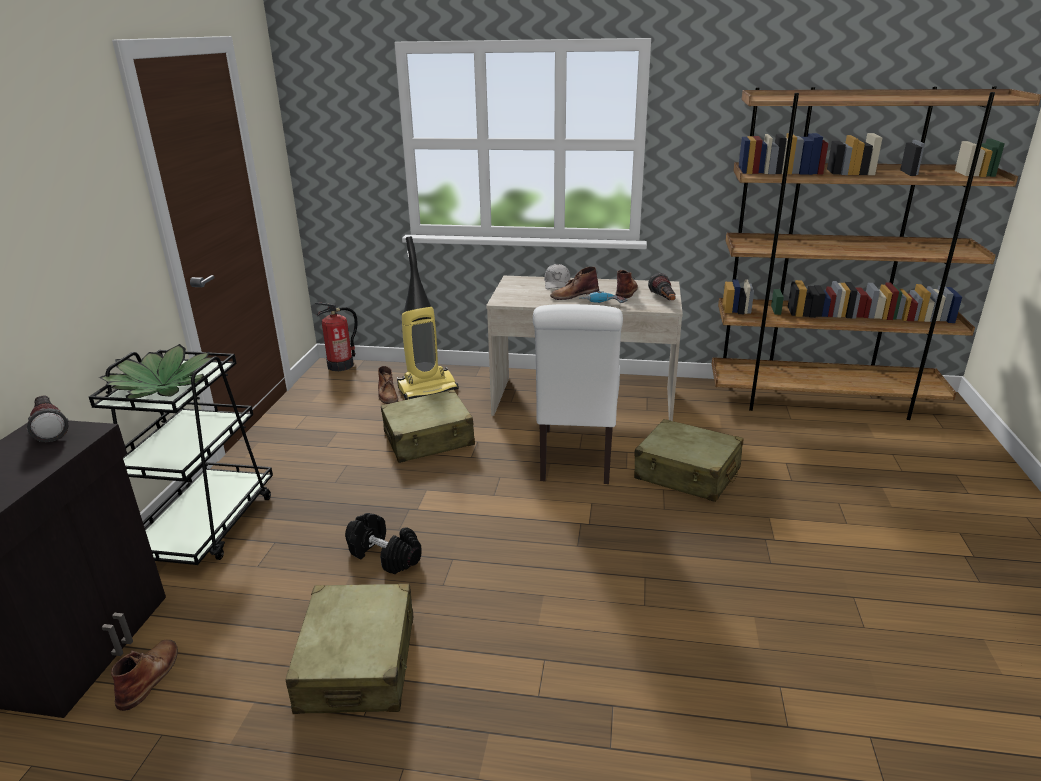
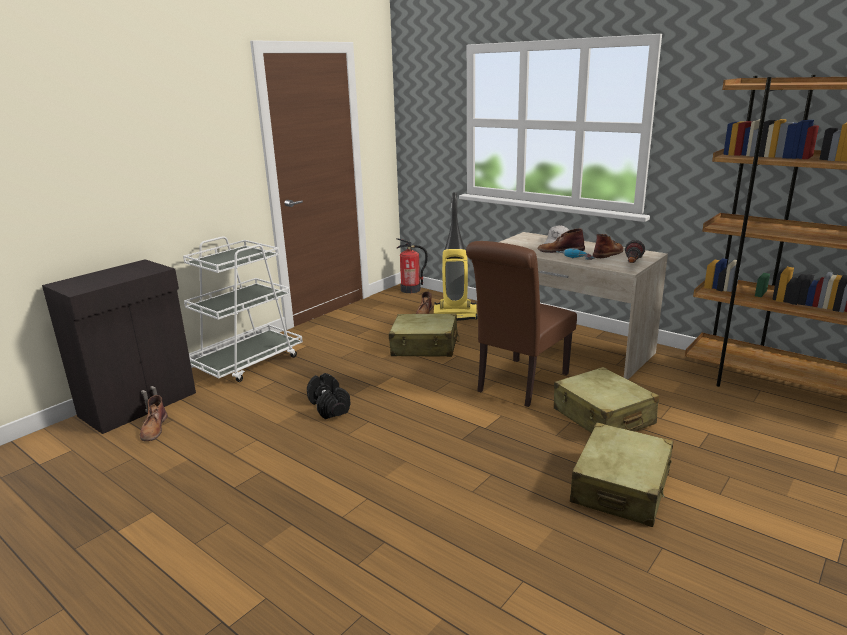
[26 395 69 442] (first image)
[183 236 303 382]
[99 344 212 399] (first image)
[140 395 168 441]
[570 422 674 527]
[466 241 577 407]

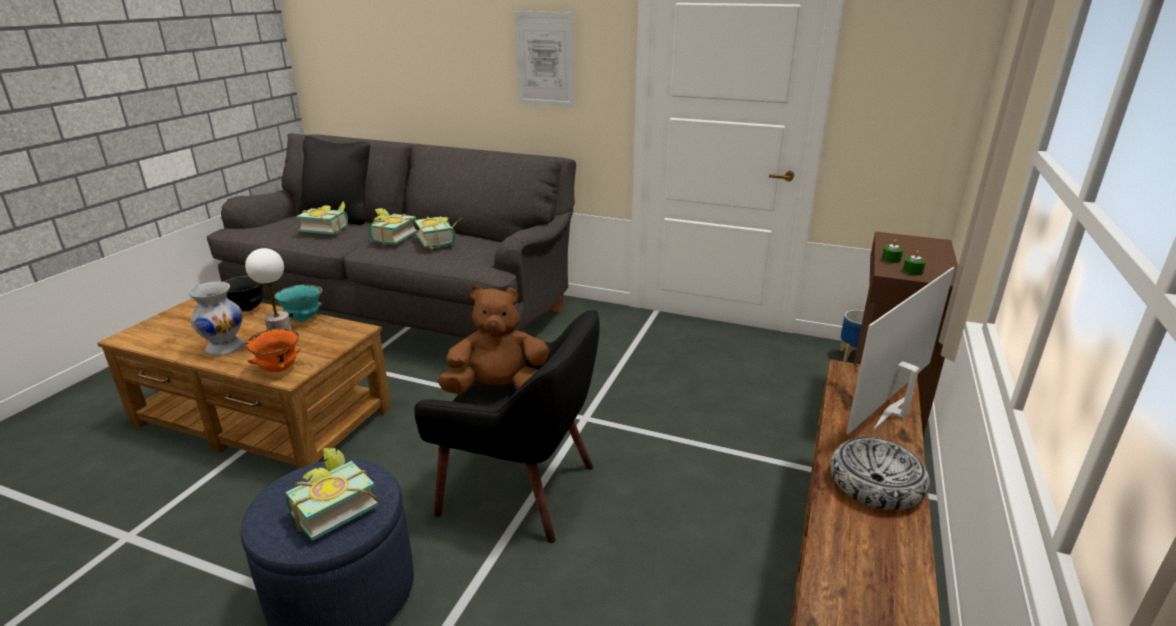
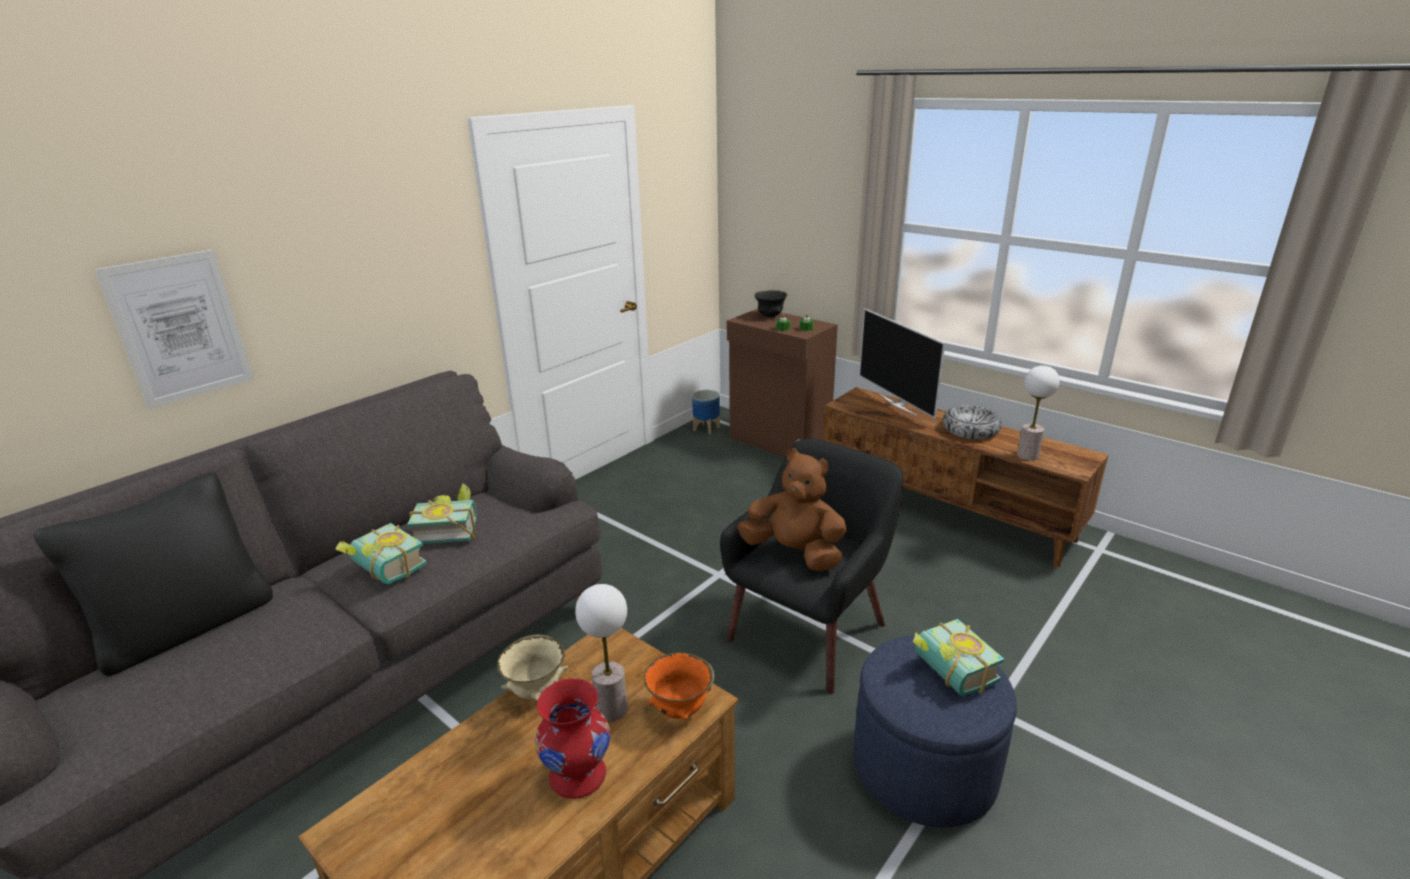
[535 678 610 799]
[754 290 787 318]
[497 635 568 701]
[296 201 348 235] (first image)
[737 449 847 572]
[95 250 254 409]
[1017 365 1060 461]

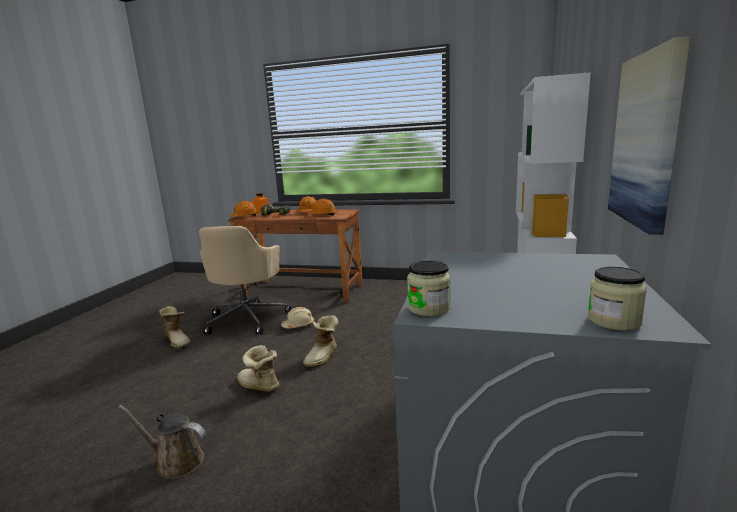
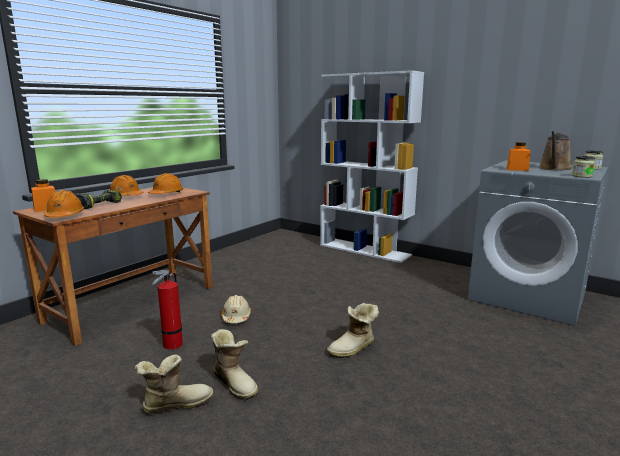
[538 131 572 171]
[152 270 183 349]
[210 329 258 401]
[608 36 691 235] (first image)
[507 142 531 171]

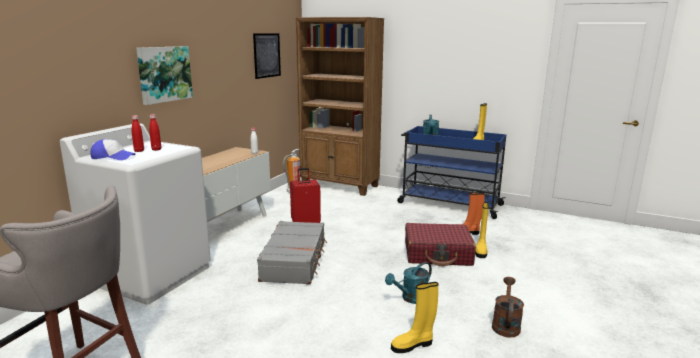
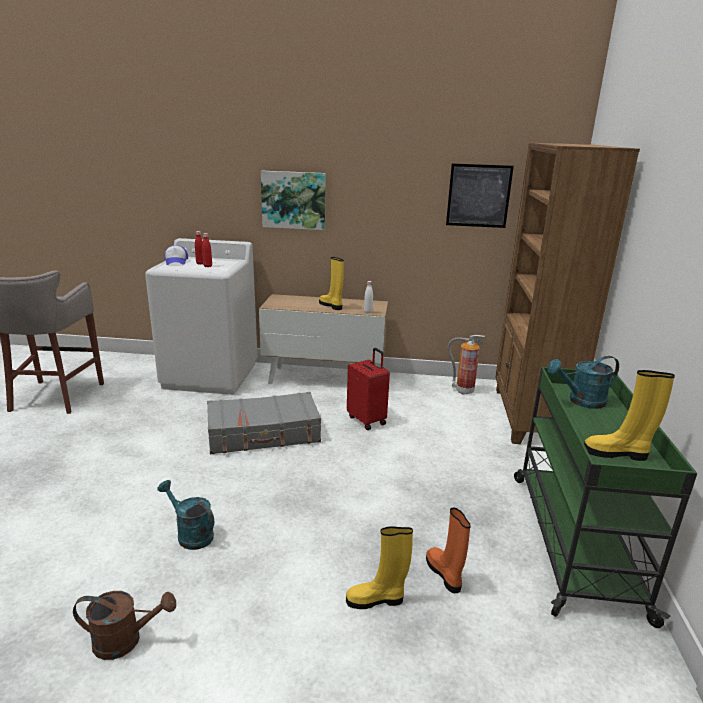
[319 257 344 310]
[514 367 697 628]
[405 223 476 266] (first image)

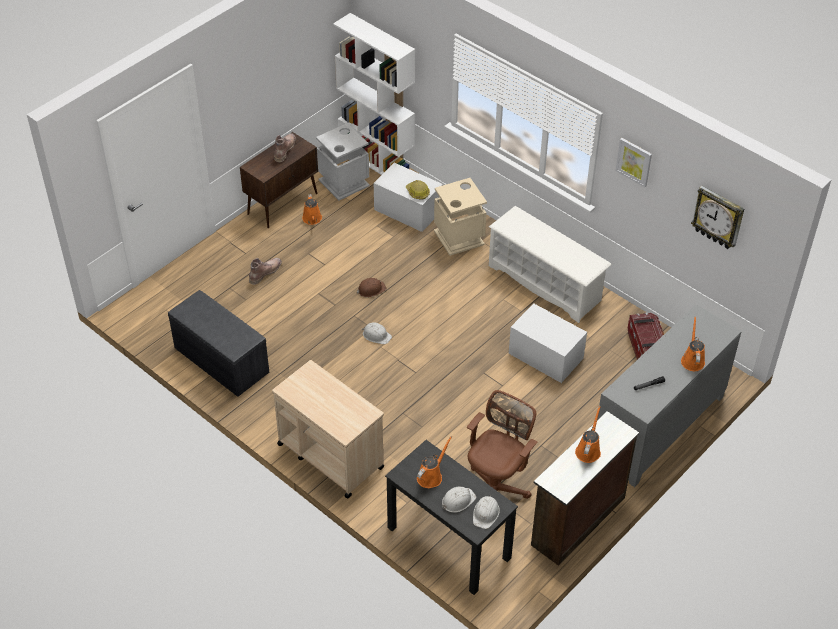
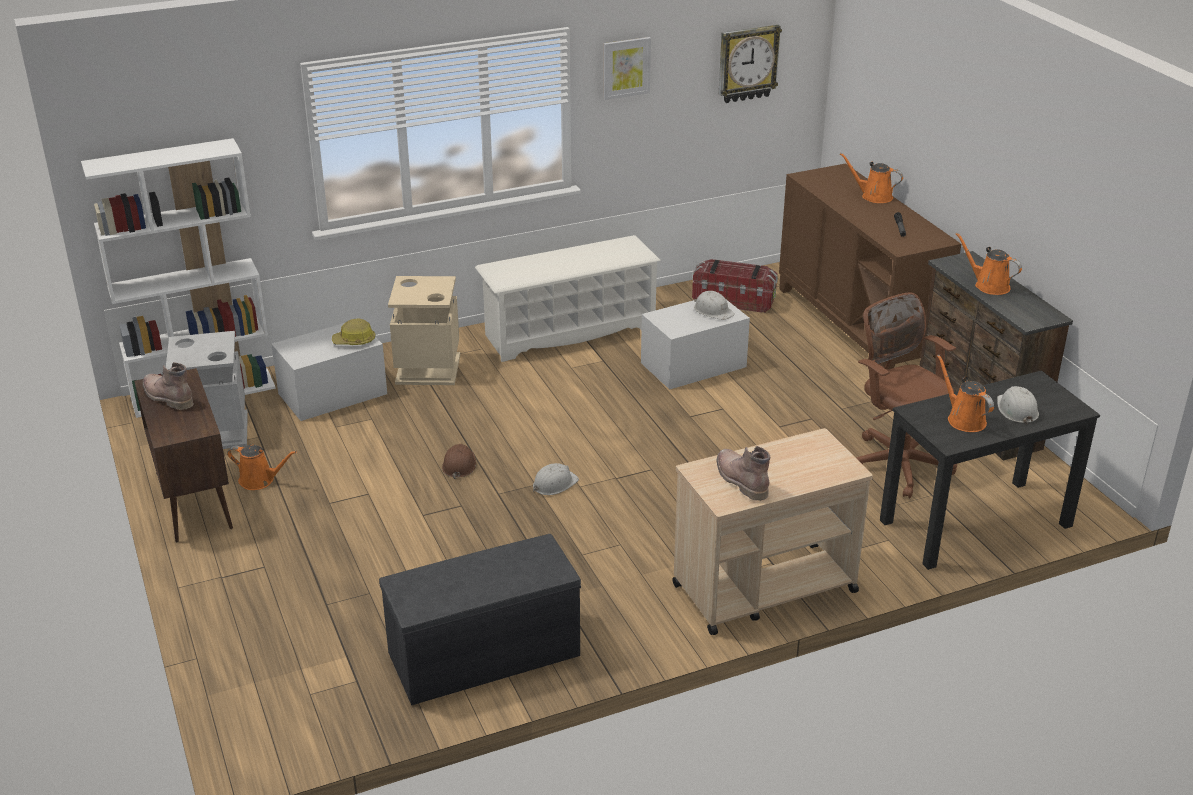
[717 446 770 501]
[694 291 735 320]
[779 164 961 369]

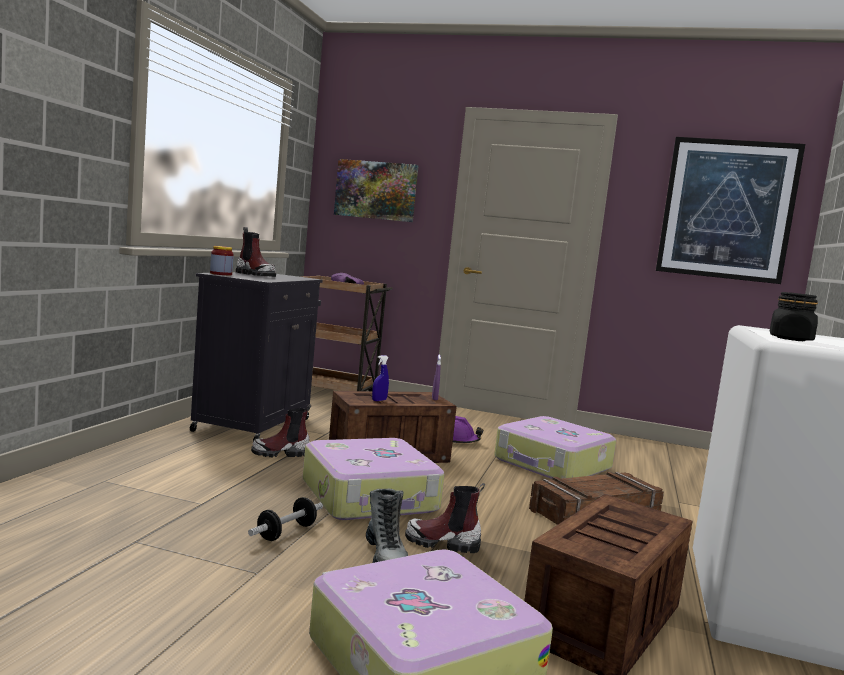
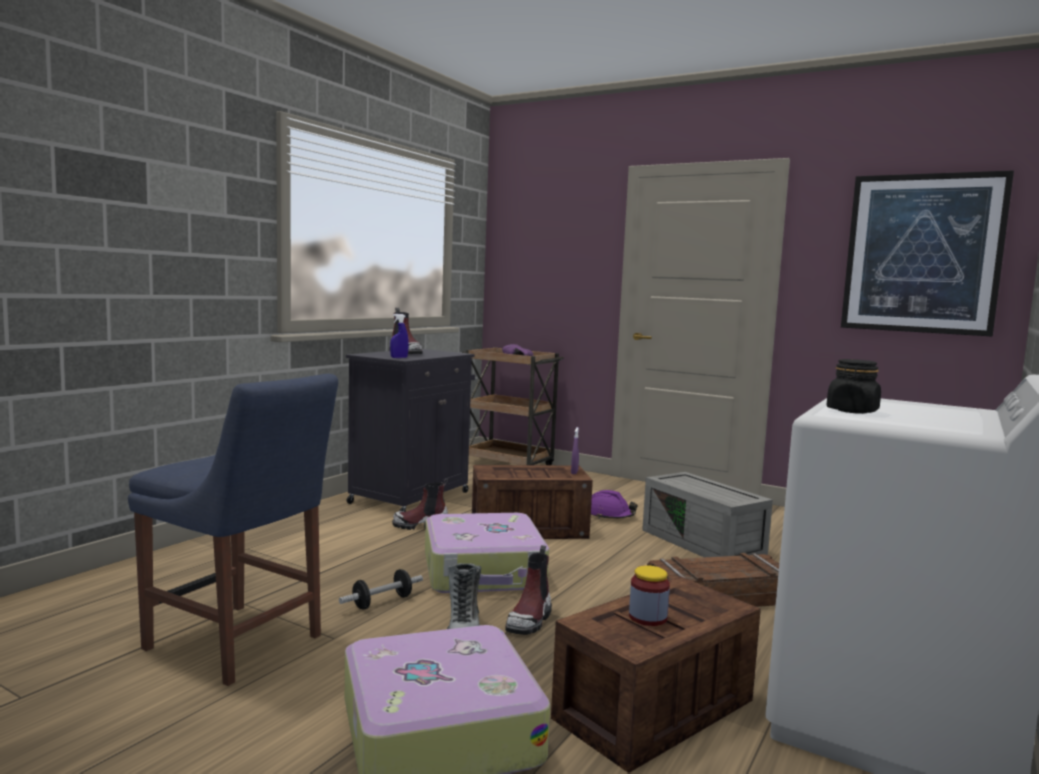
[629 565 670 626]
[334 159 419 222] (first image)
[390 314 409 358]
[505 545 552 635]
[642 472 773 557]
[128 374 338 686]

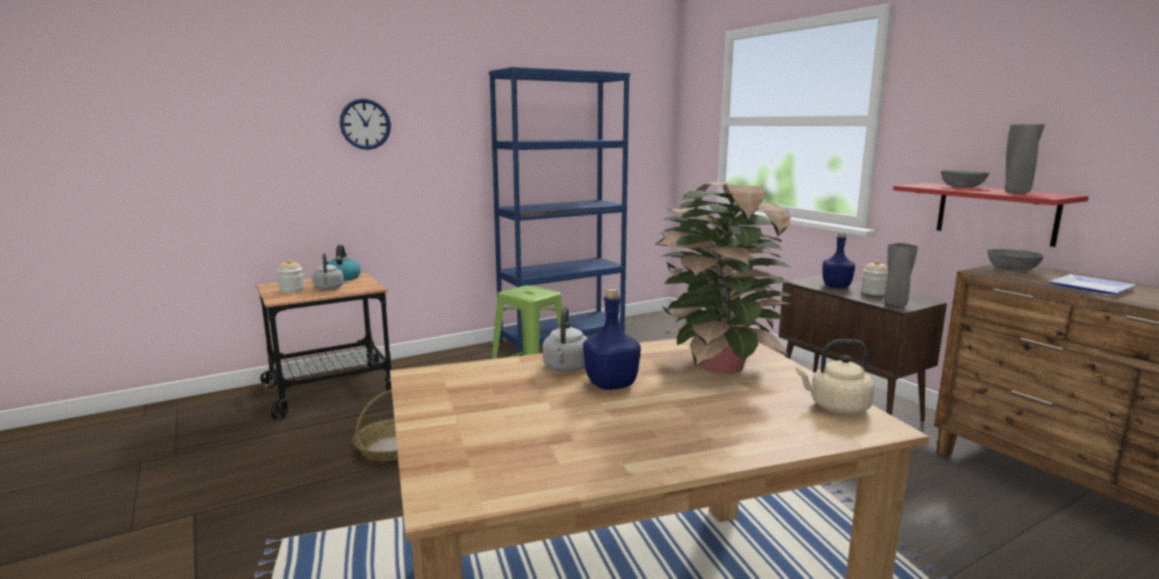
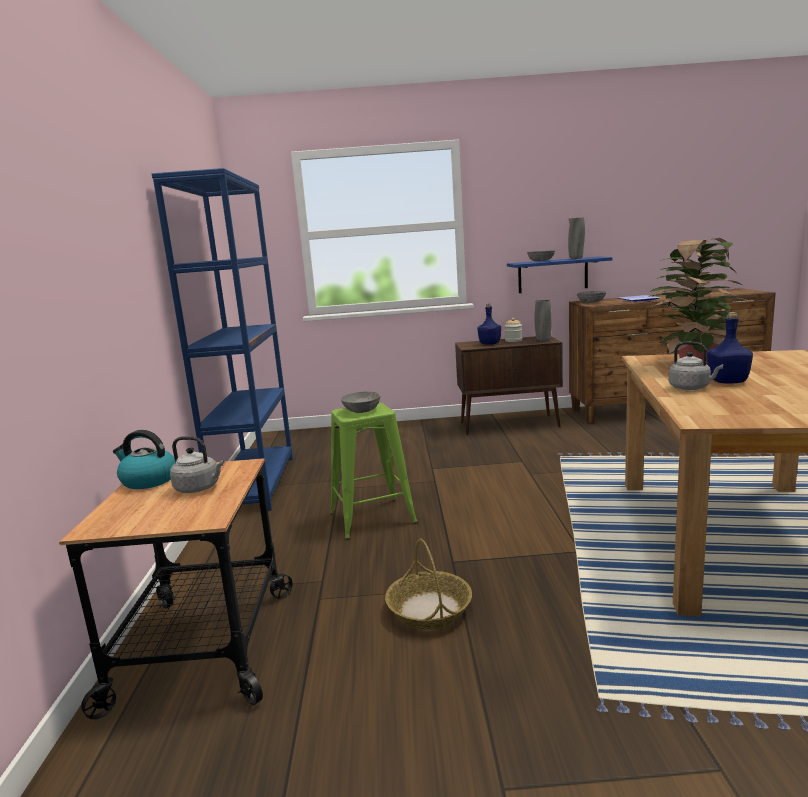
[277 259 305 293] (first image)
[340 99 391 150] (first image)
[796 339 875 414] (first image)
[507 256 612 293]
[341 391 380 413]

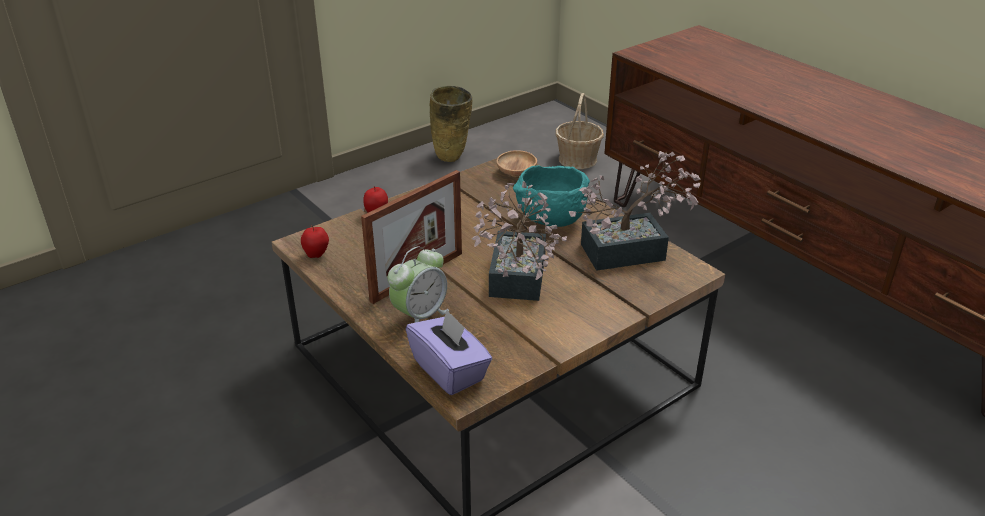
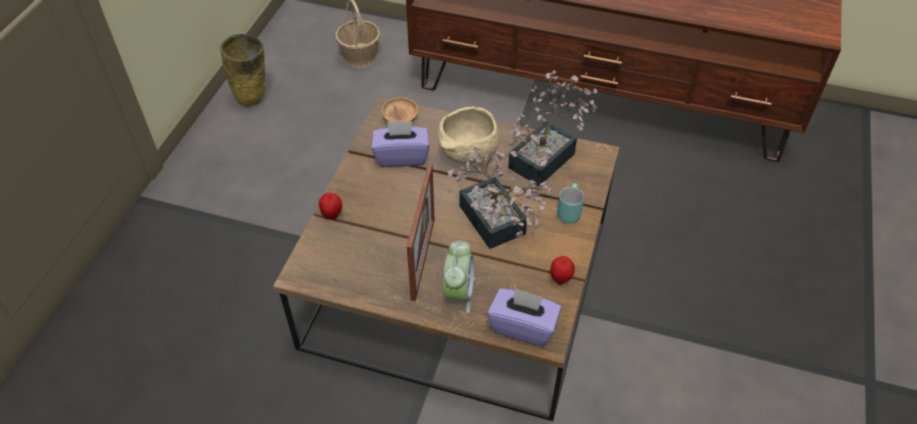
[550 256 575 285]
[438 106 499 164]
[372 121 430 167]
[557 183 584 224]

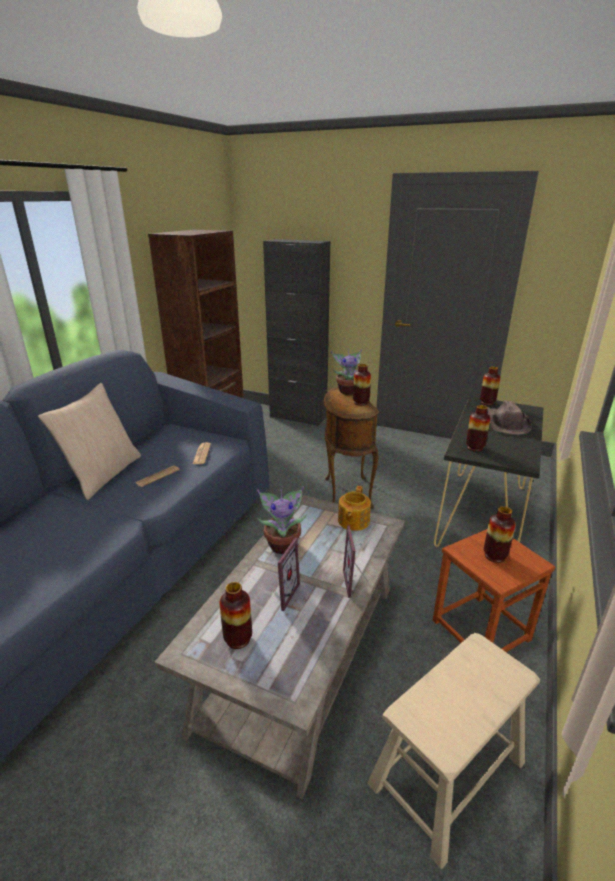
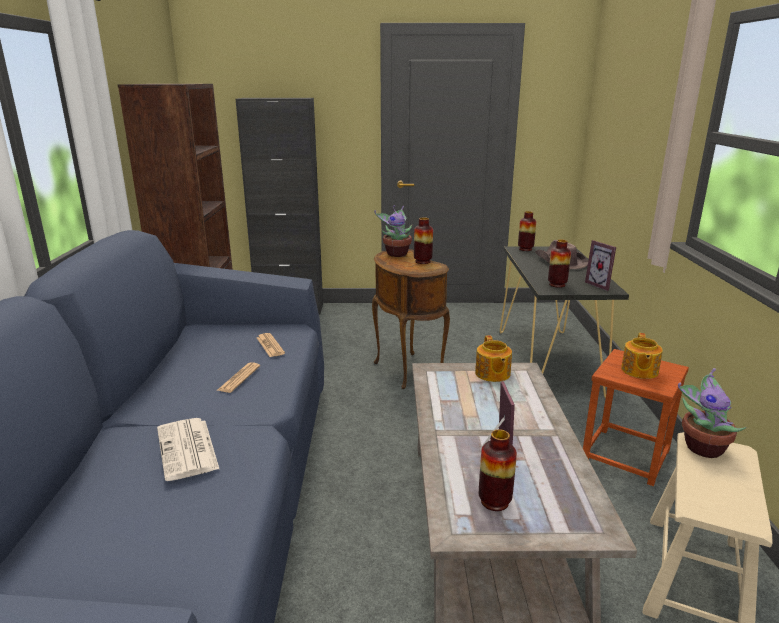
[38 383 141 500] (first image)
[678 368 746 458]
[585 240 616 291]
[621 333 663 379]
[157 418 219 481]

